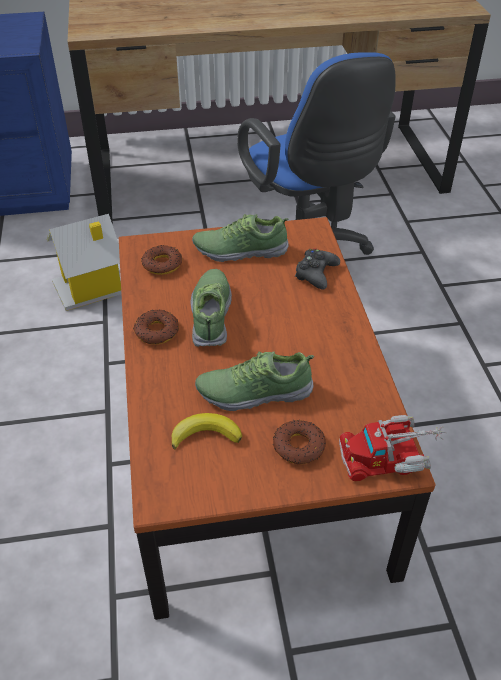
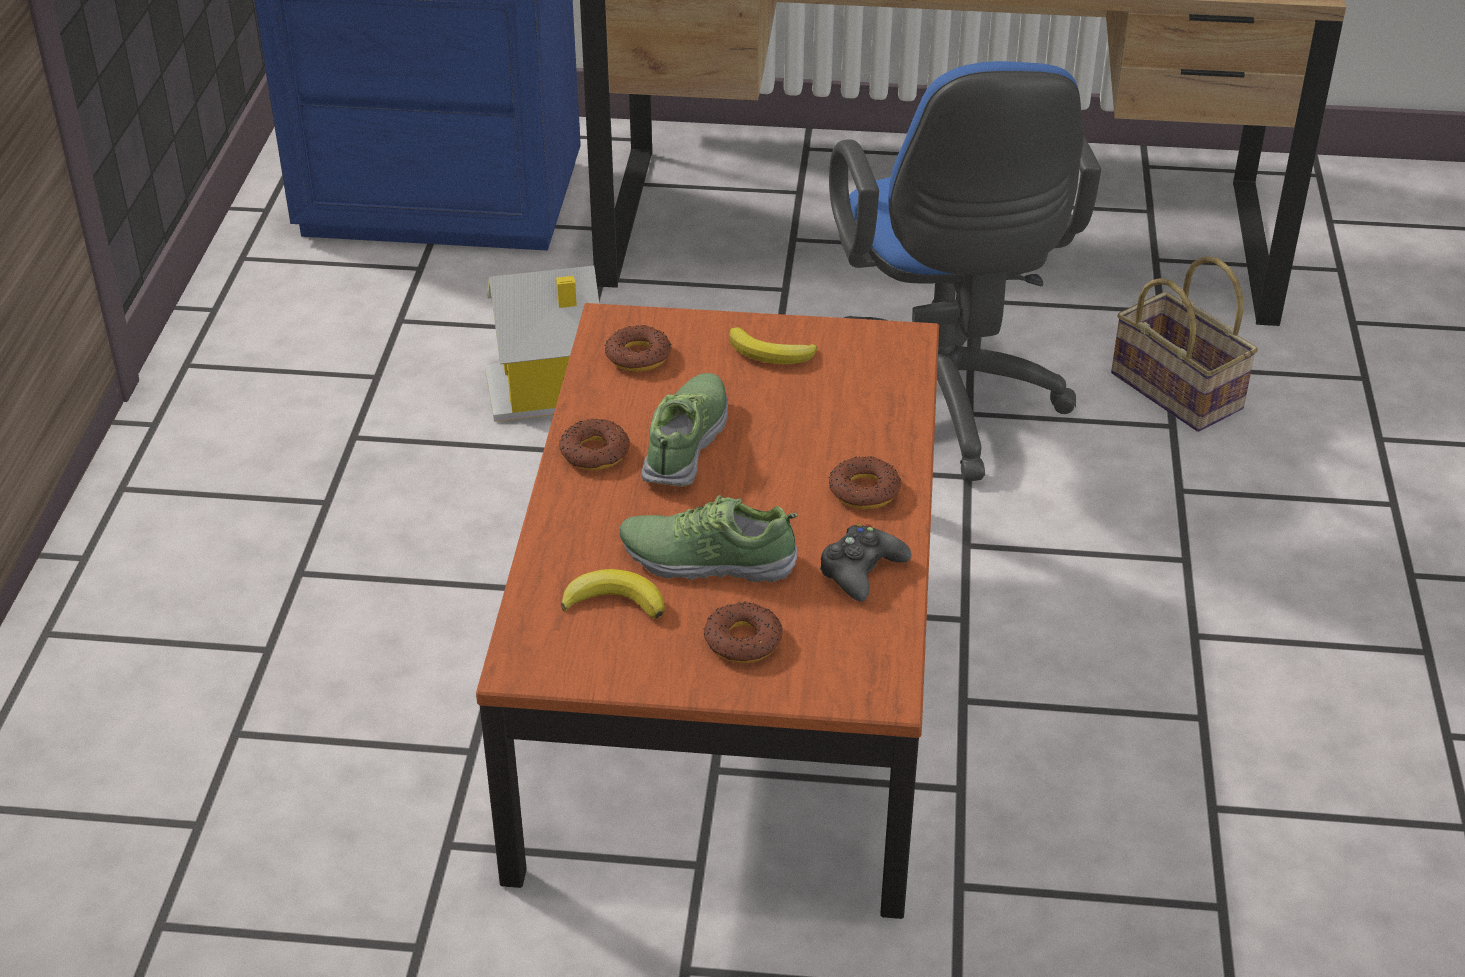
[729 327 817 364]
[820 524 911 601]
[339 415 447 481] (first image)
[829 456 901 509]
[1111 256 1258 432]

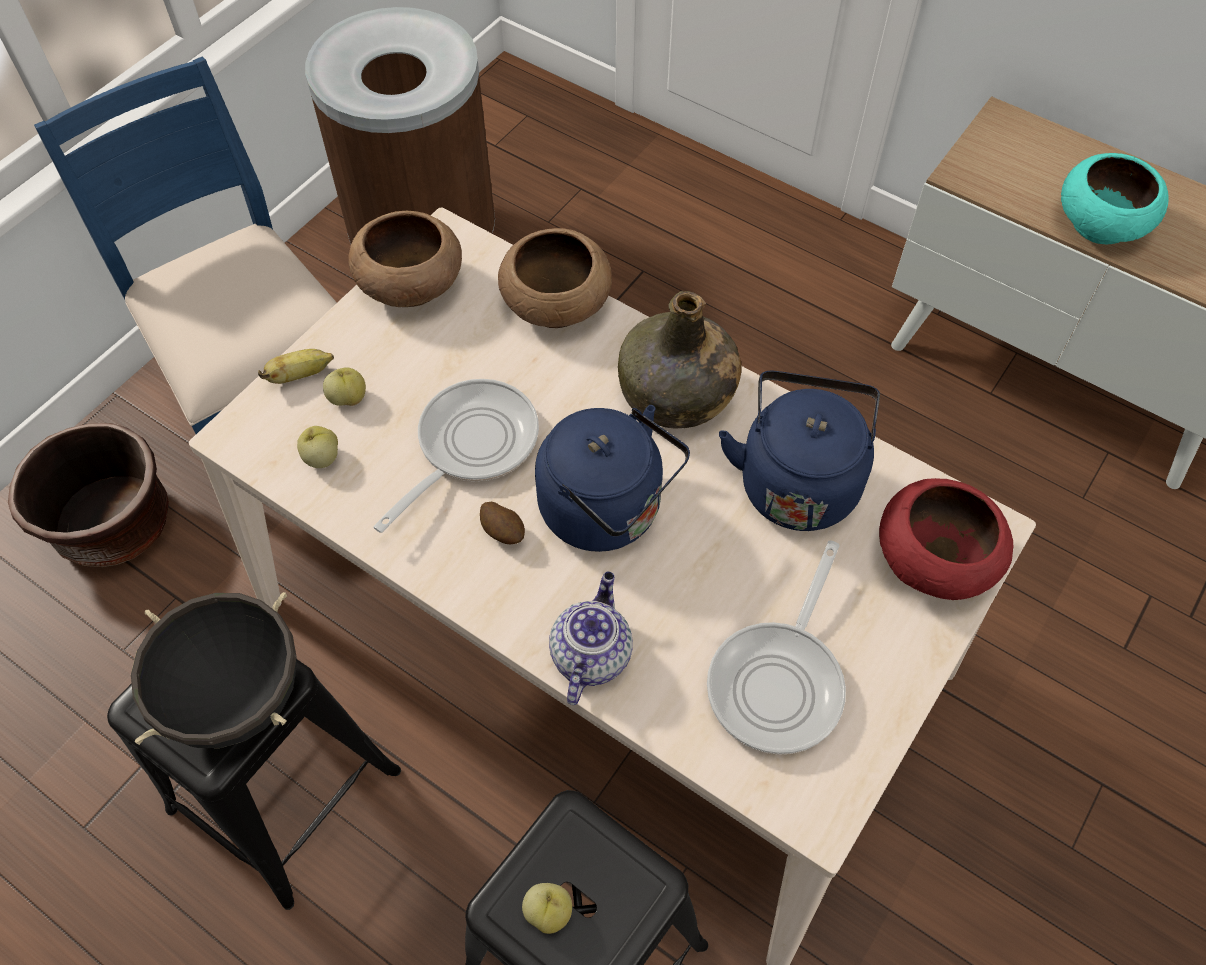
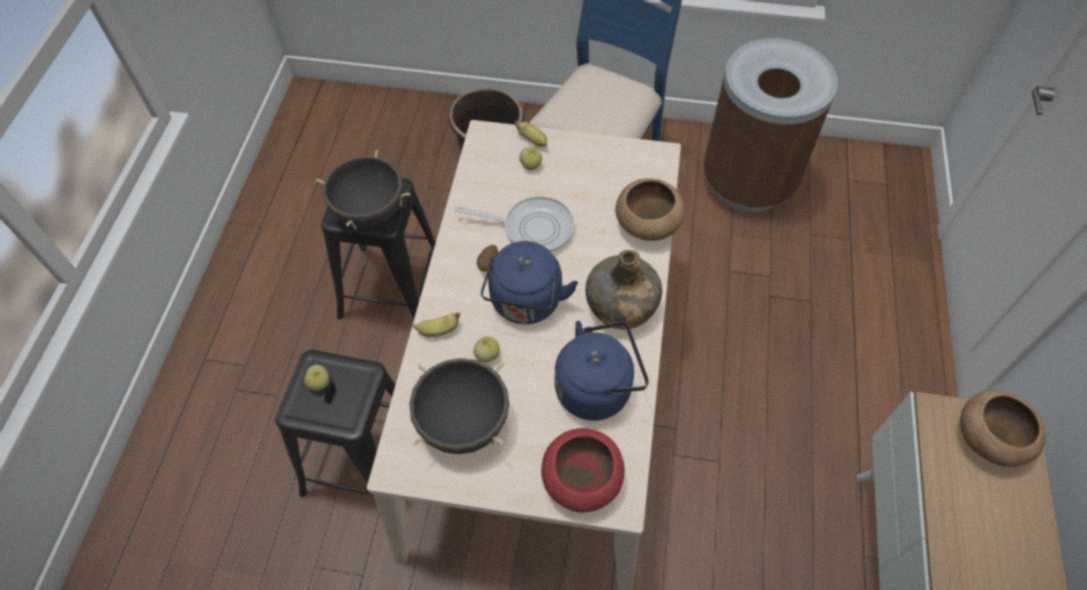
[473 337 500 363]
[960 390 1045 467]
[413 312 460 337]
[409 358 509 454]
[1061 153 1168 244] (first image)

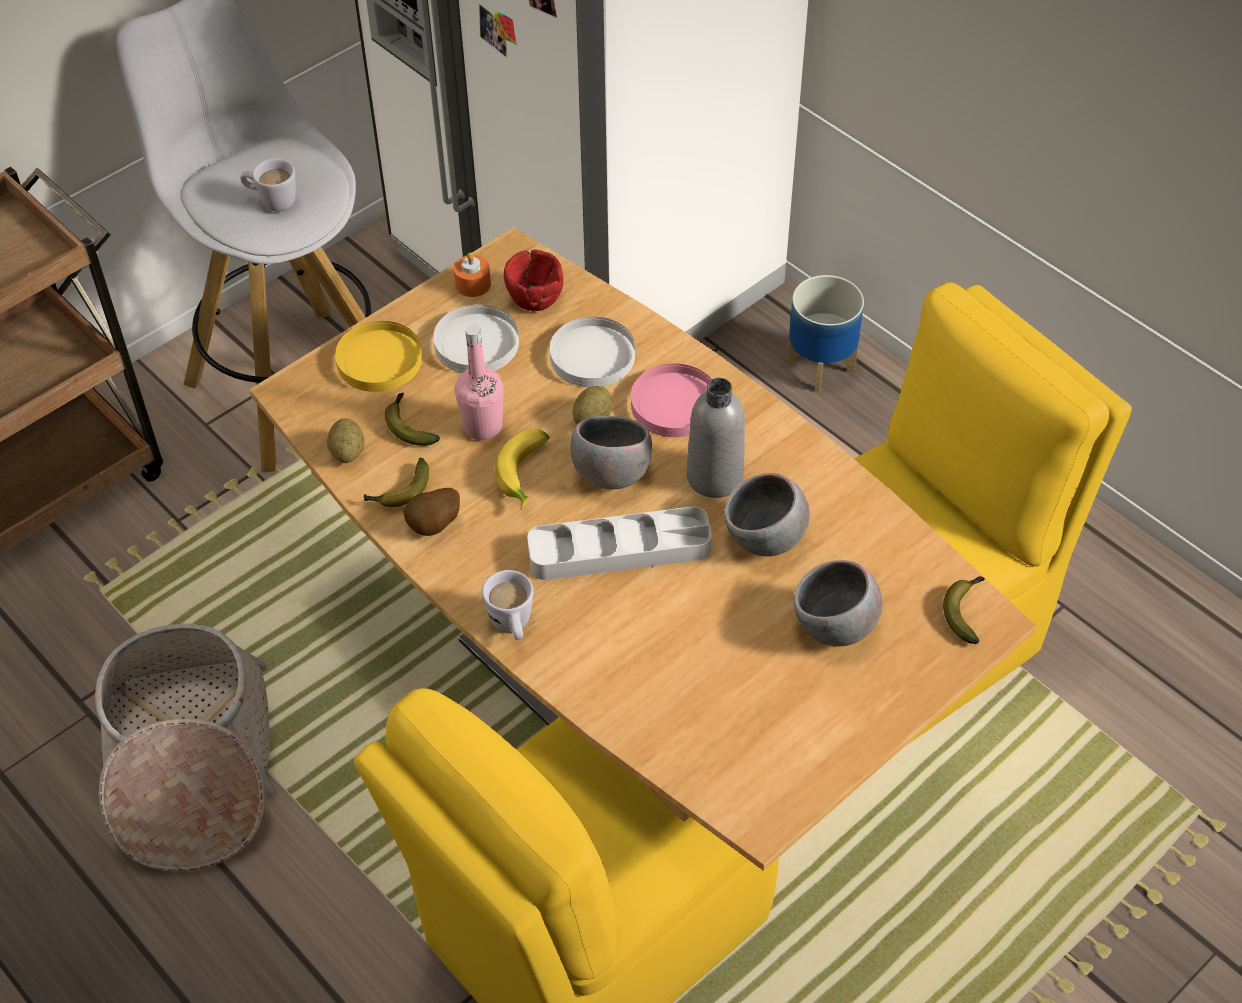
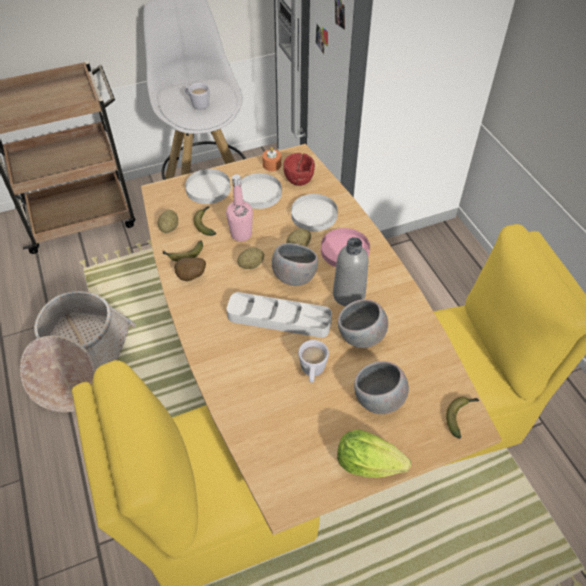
[185 169 231 204]
[298 340 329 383]
[237 248 264 269]
[786 275 864 392] (first image)
[337 429 411 478]

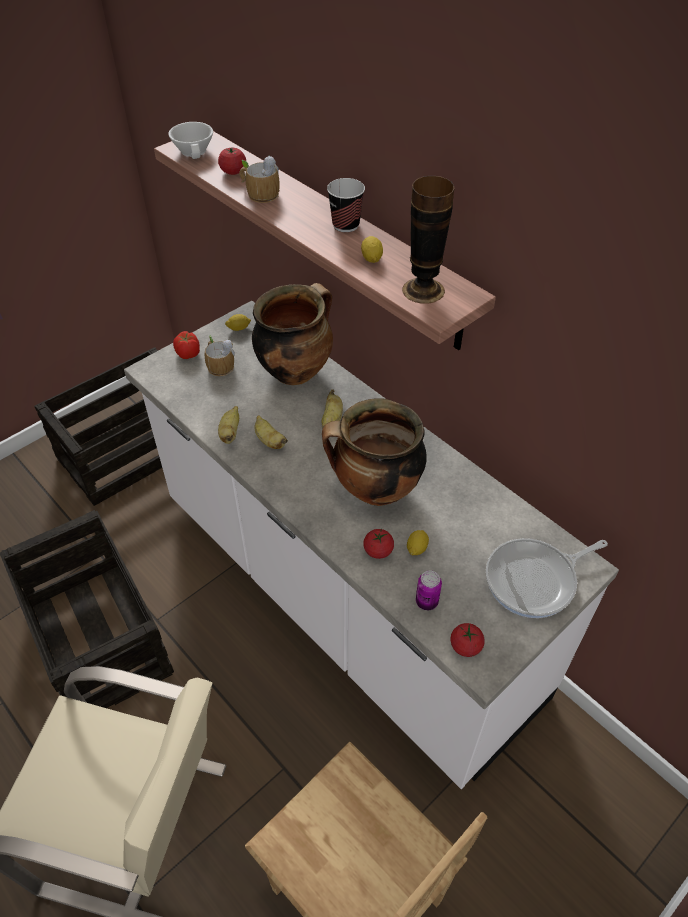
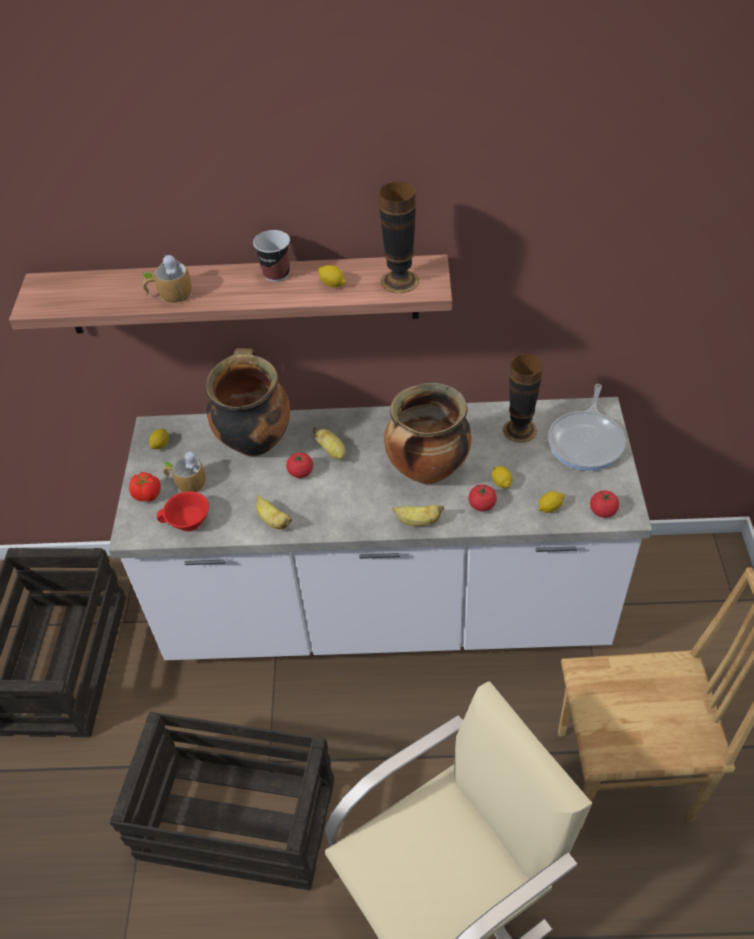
[168 122 213 159] (first image)
[286 452 313 478]
[392 505 444 526]
[538 491 564 513]
[157 491 209 531]
[503 354 543 443]

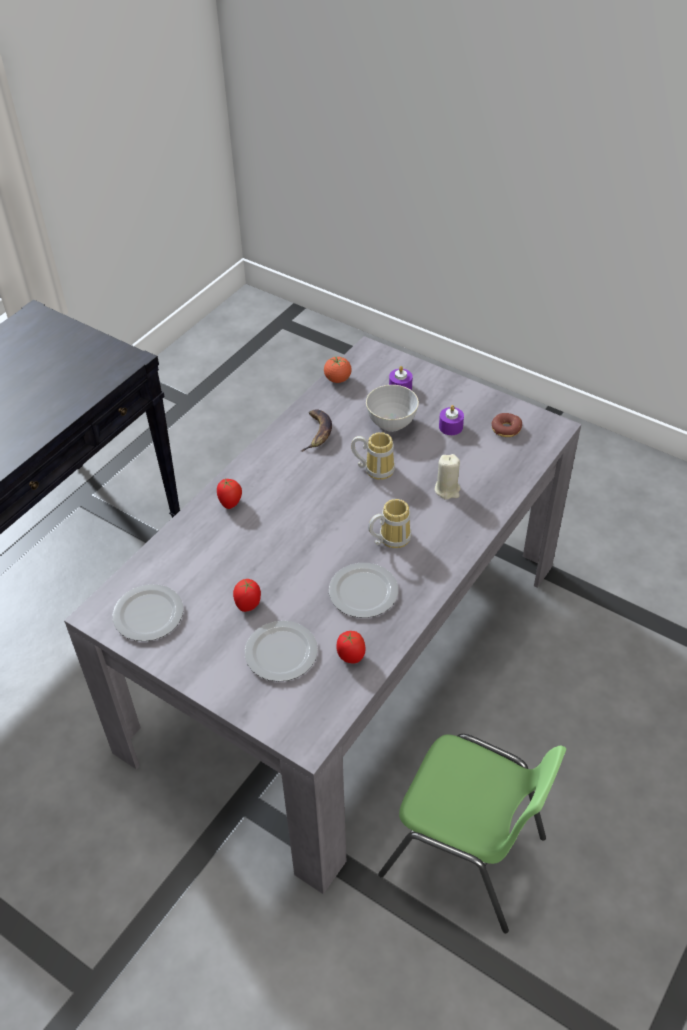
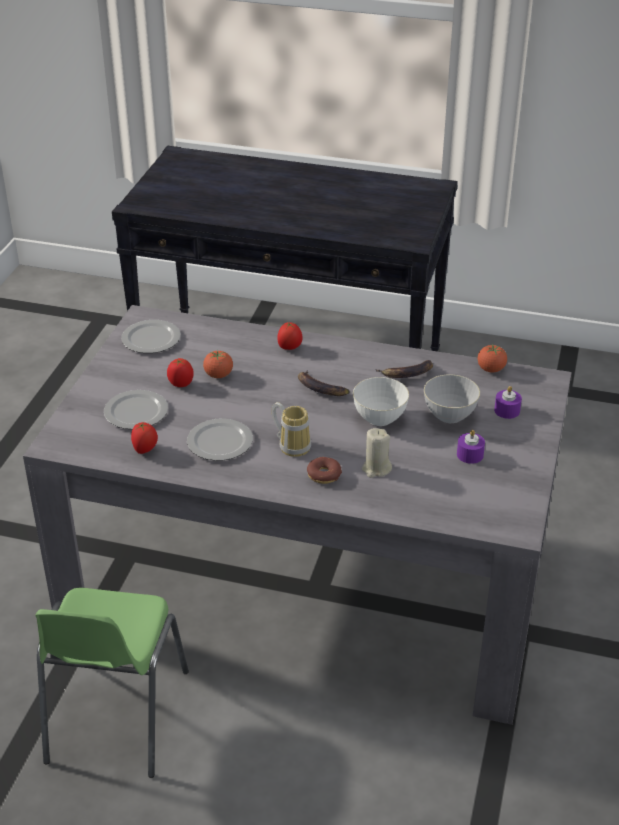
[353 377 409 426]
[307 457 342 484]
[203 350 233 378]
[298 371 350 396]

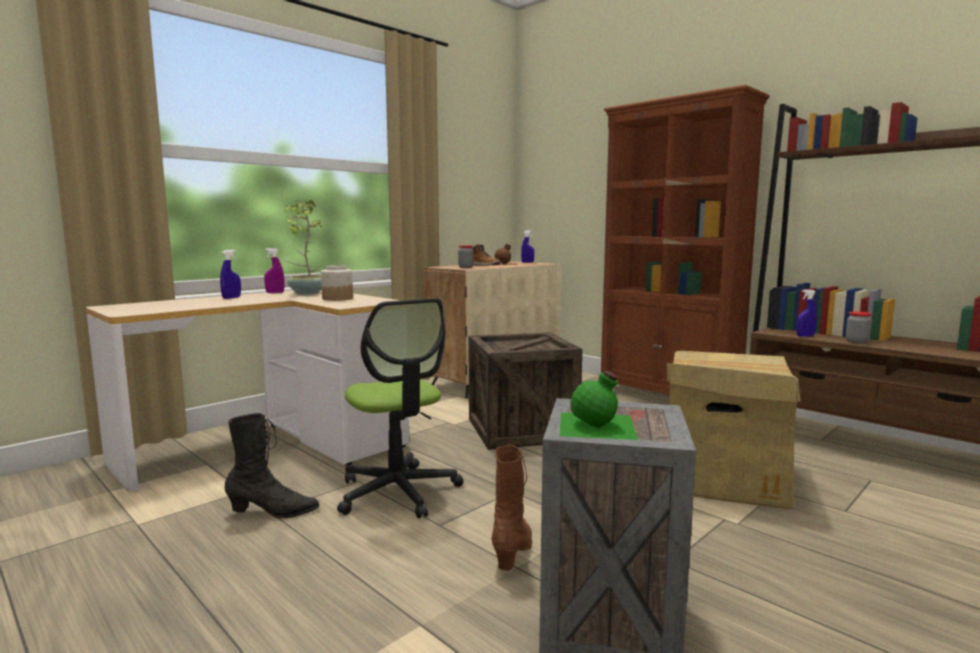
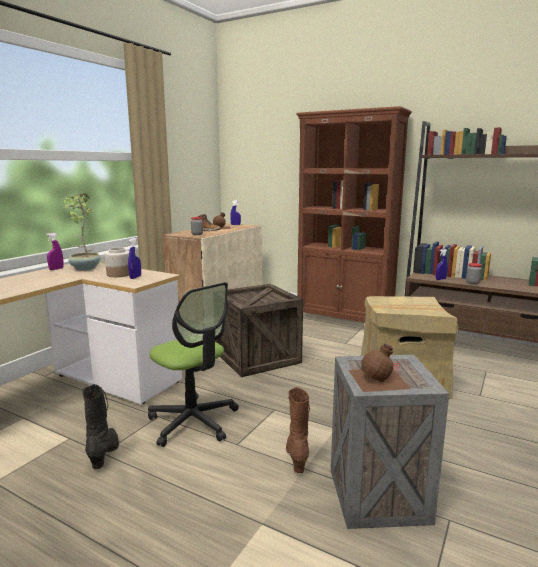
[128 238 141 279]
[82 384 119 469]
[349 344 411 392]

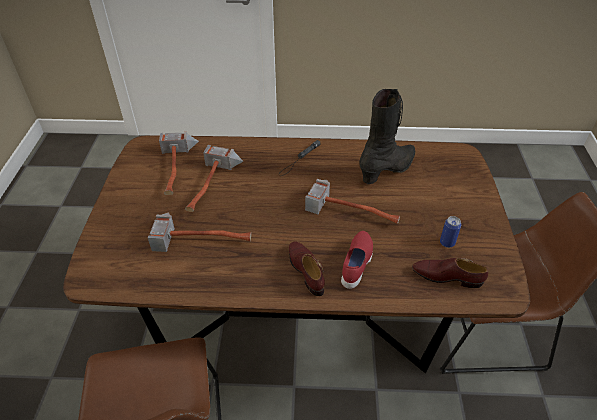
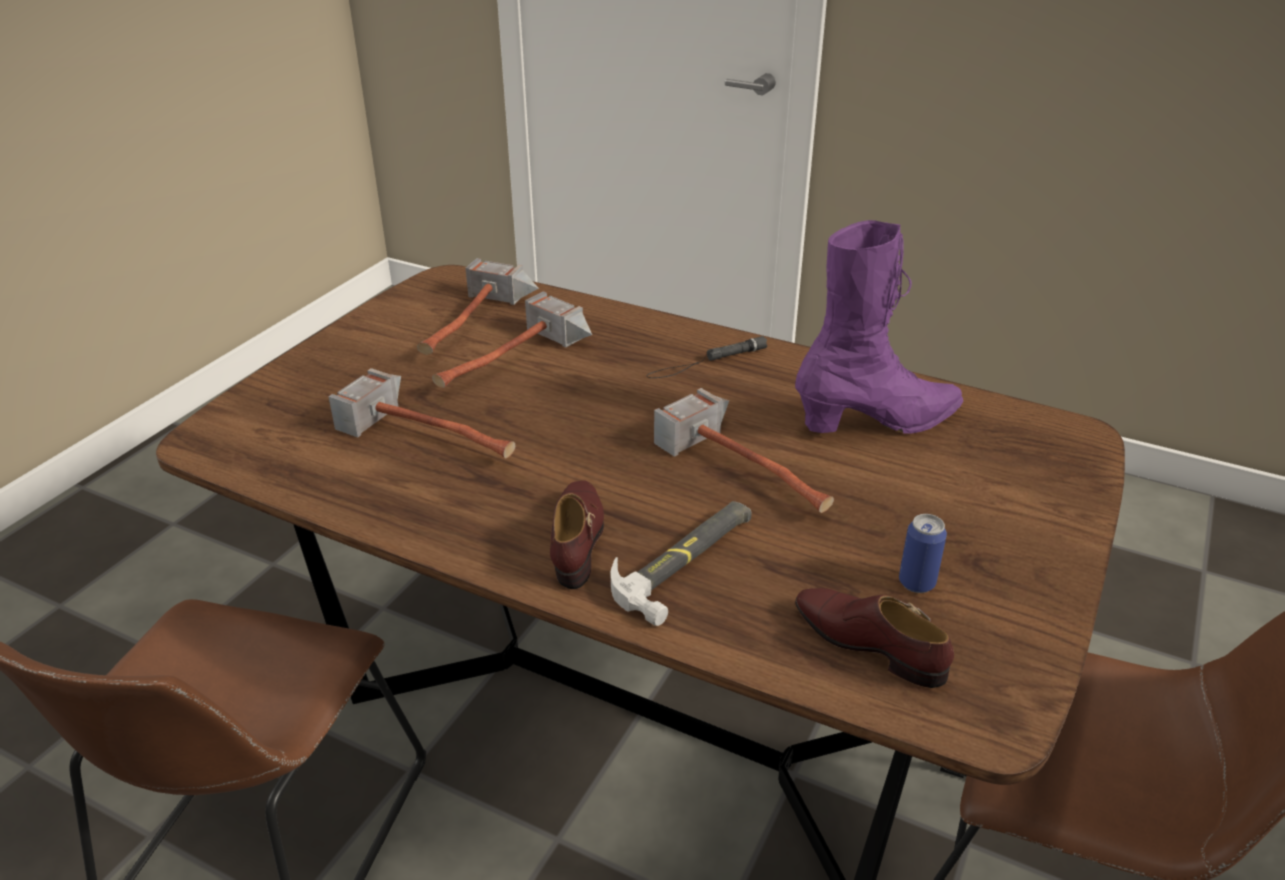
[610 501 752 626]
[795 220 963 434]

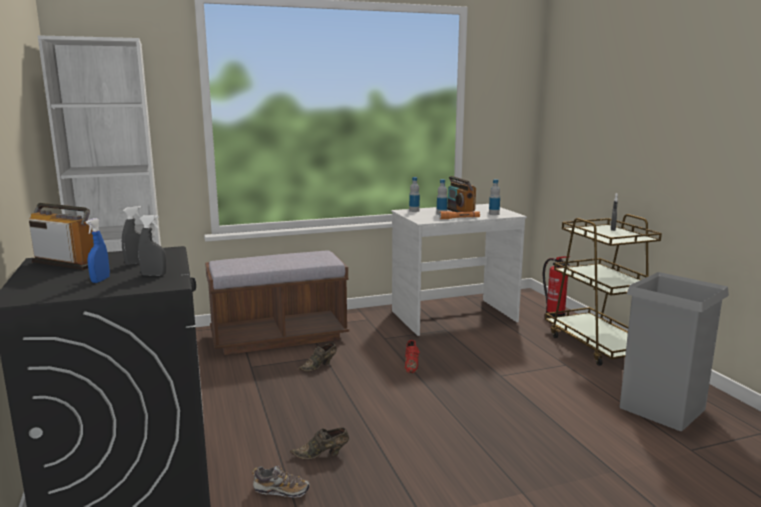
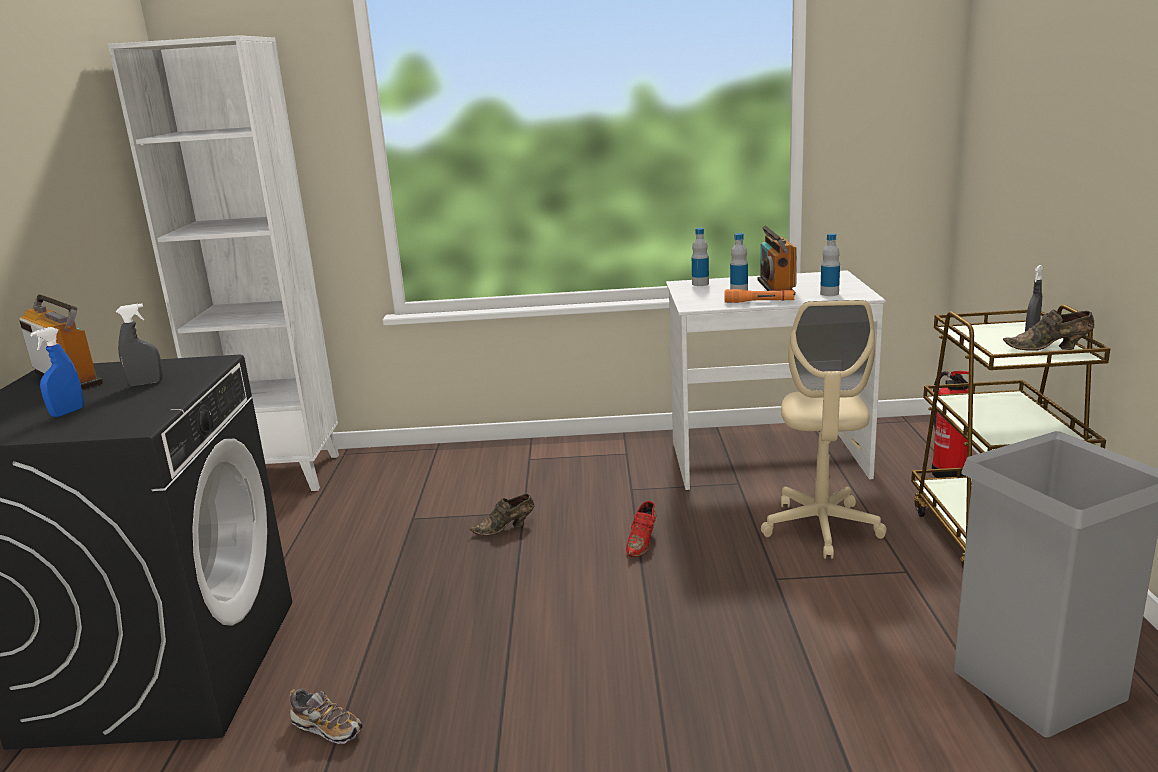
[138 215 166 276] (first image)
[205 250 349 355] (first image)
[1003 310 1094 351]
[761 300 887 559]

